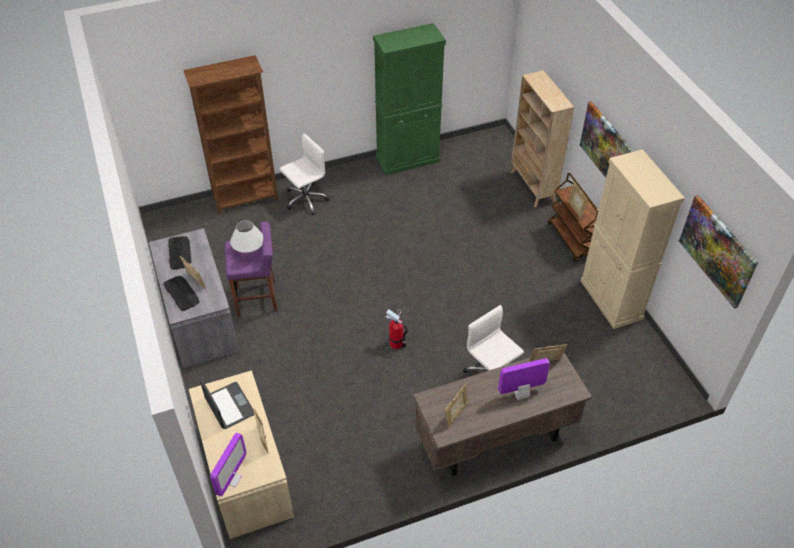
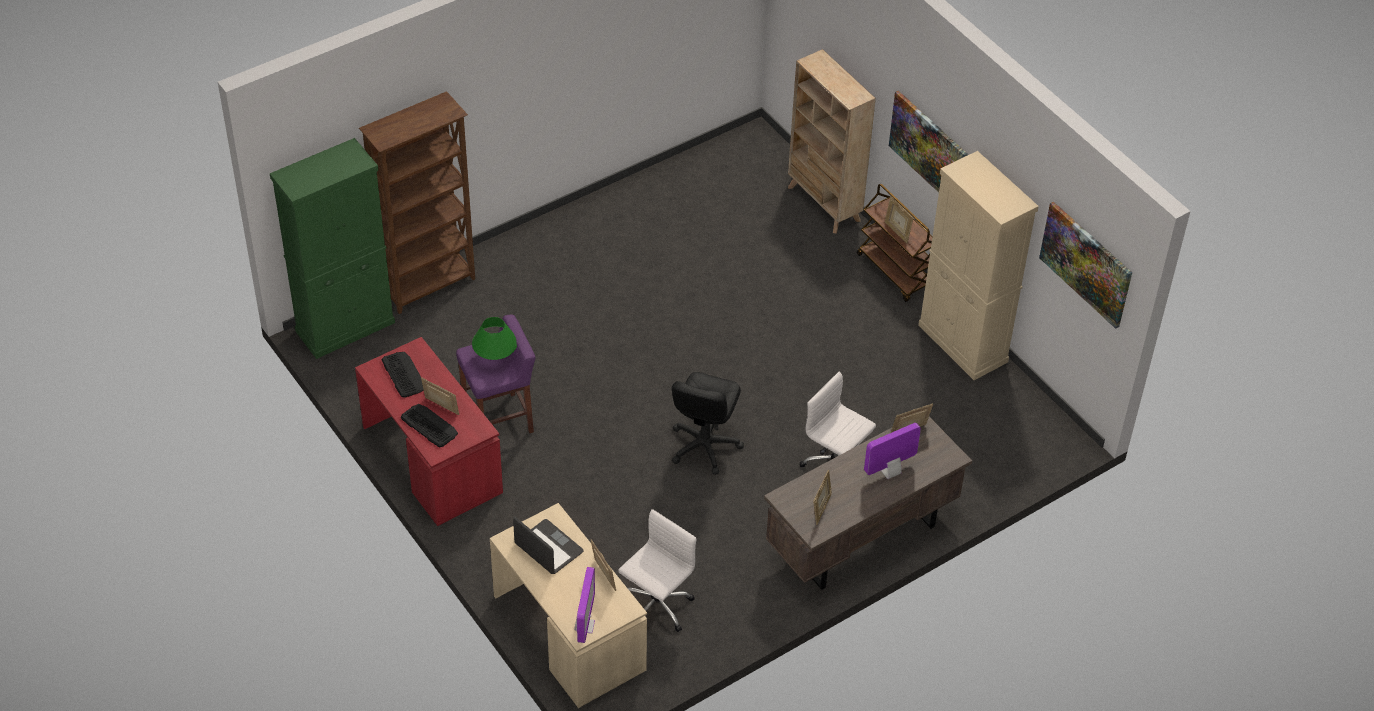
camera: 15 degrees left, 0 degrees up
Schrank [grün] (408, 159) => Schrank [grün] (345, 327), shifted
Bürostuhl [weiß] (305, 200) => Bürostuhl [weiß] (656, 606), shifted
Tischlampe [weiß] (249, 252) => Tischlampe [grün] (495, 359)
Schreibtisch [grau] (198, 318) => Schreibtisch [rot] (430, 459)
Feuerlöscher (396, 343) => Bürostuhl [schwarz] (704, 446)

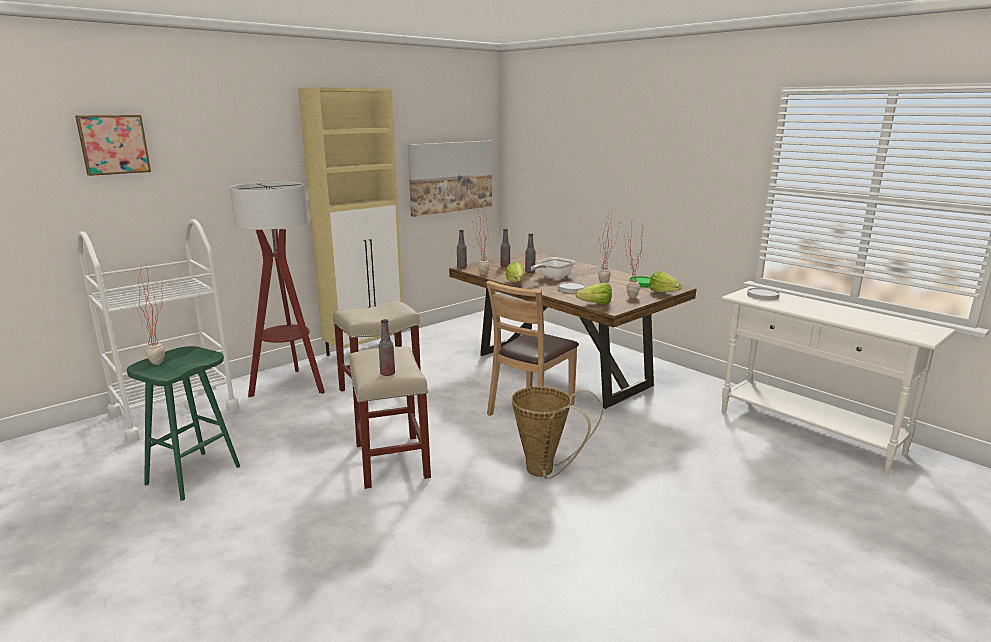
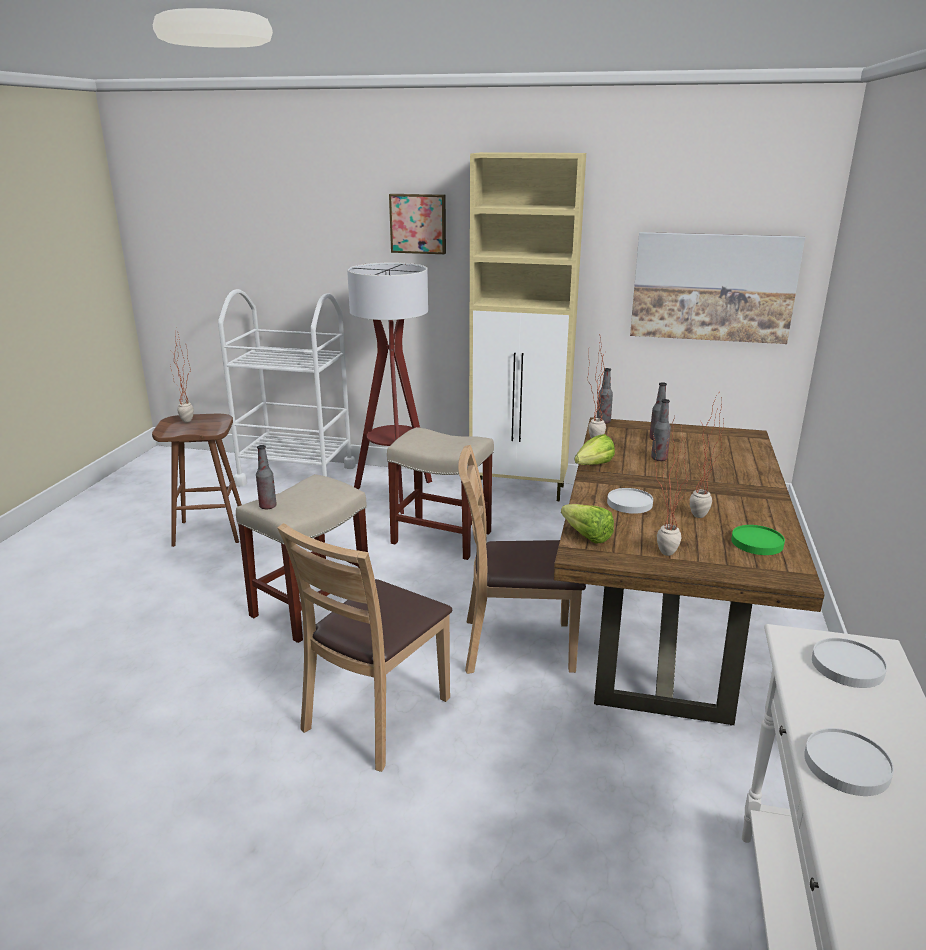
camera: 55 degrees right, 5 degrees up
Bild (113, 144) => Bild (418, 223), shifted
Pfanne (552, 277) => nothing
Salatkopf (665, 293) => nothing
Hocker [grün] (194, 474) => Hocker [braun] (211, 531)
Korb (546, 472) => Stuhl [braun] (377, 716)
nothing => Teller [weiß] (847, 765)

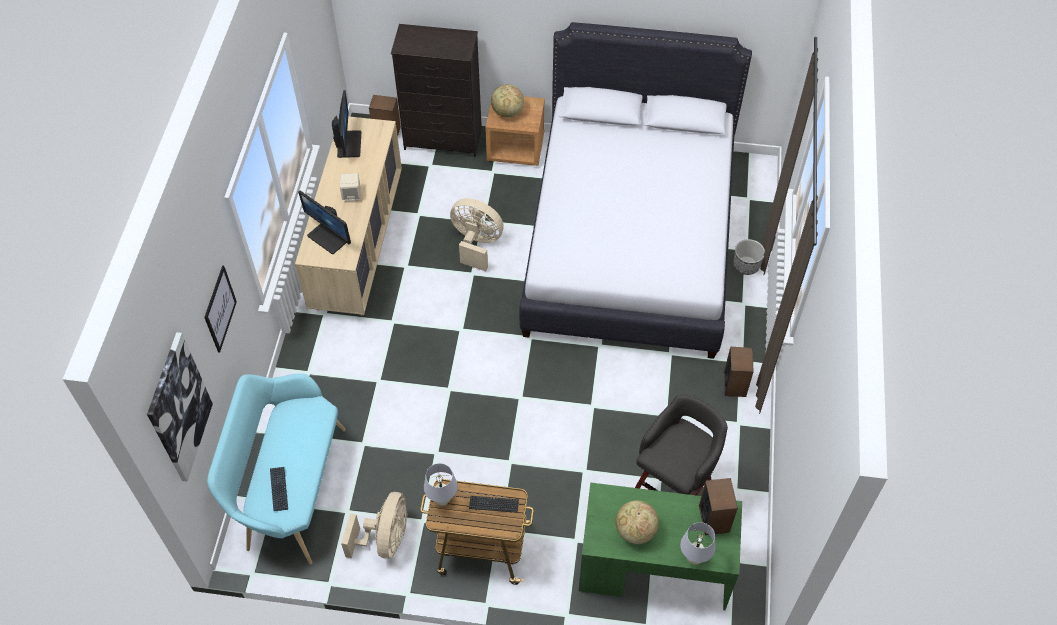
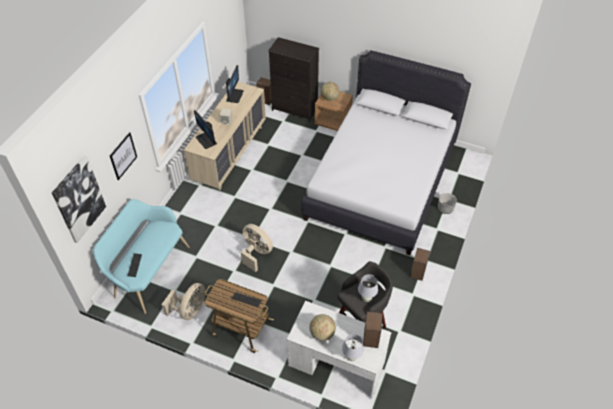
camera: 15 degrees right, 5 degrees down
Ventilator [beige] (476, 244) => Ventilator [beige] (256, 253), shifted
Tischlampe [weiß] (442, 500) => Tischlampe [weiß] (366, 298), shifted
Schreibtisch [grün] (653, 568) => Schreibtisch [weiß] (336, 364)

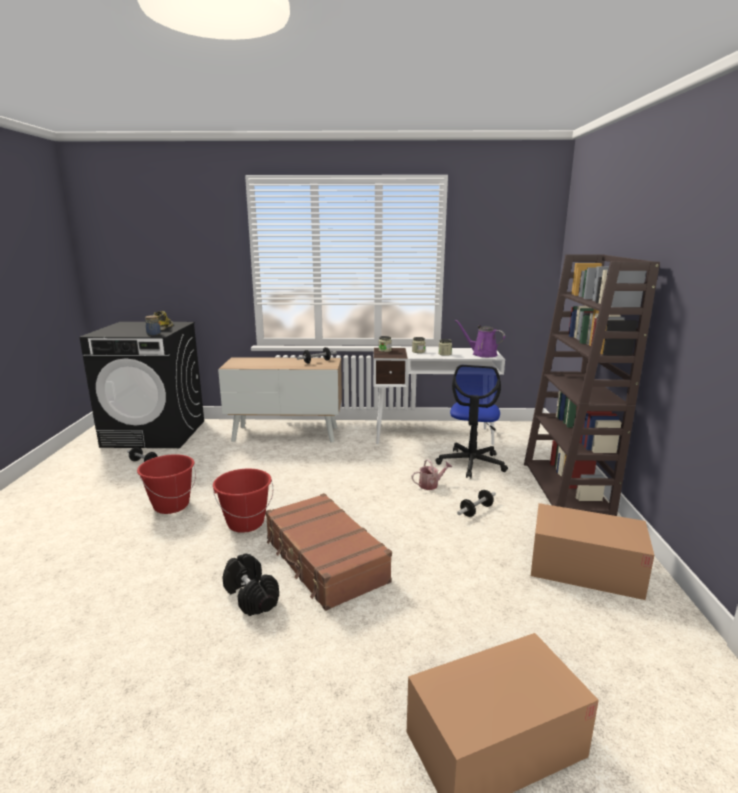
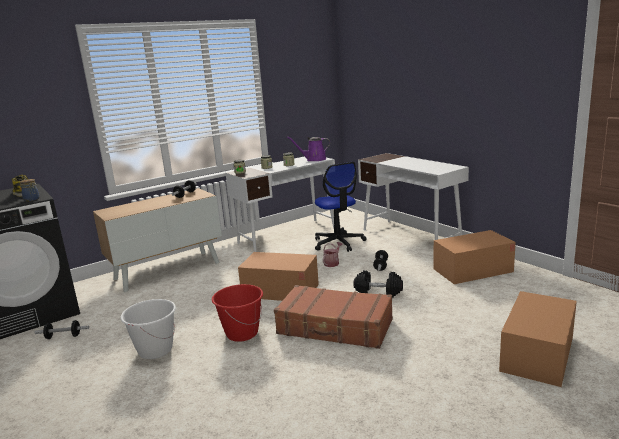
camera: 35 degrees left, 0 degrees up
Bücherregal [braun] (567, 488) => Schreibtisch [weiß] (410, 237)
Eimer [rot] (171, 505) => Eimer [weiß] (155, 350)
Hantel [schwarz] (251, 596) => Hantel [schwarz] (378, 292), shifted
nothing => Karton (280, 290)

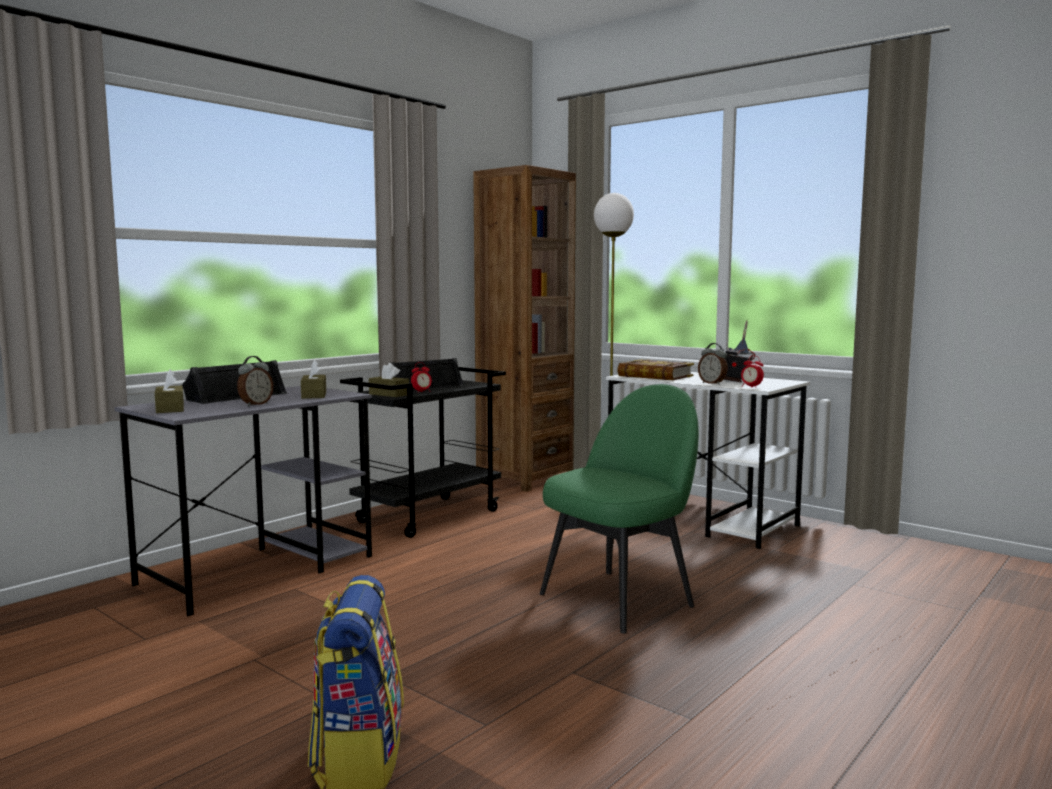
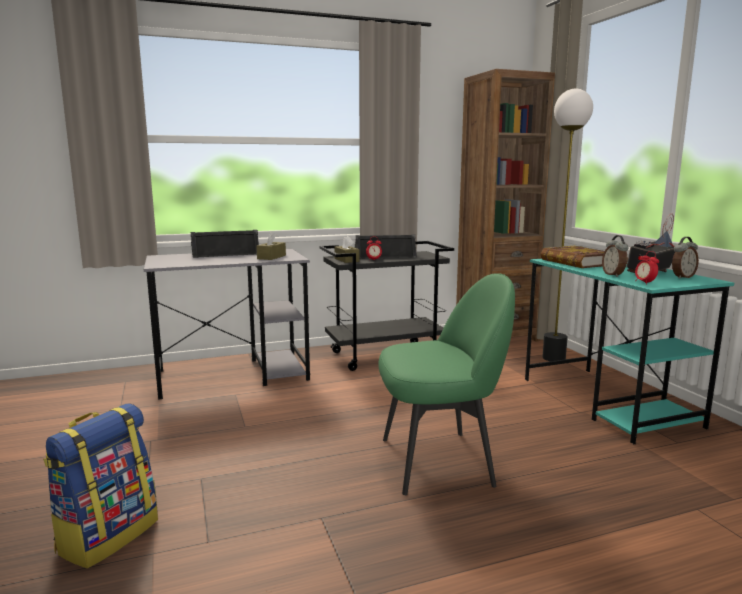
camera: 30 degrees right, 5 degrees up
Wecker (255, 404) => Wecker (682, 277), shifted
Taschentuchbox [braun] (170, 409) => nothing
Schreibtisch [weiß] (702, 520) => Schreibtisch [türkis] (608, 402)

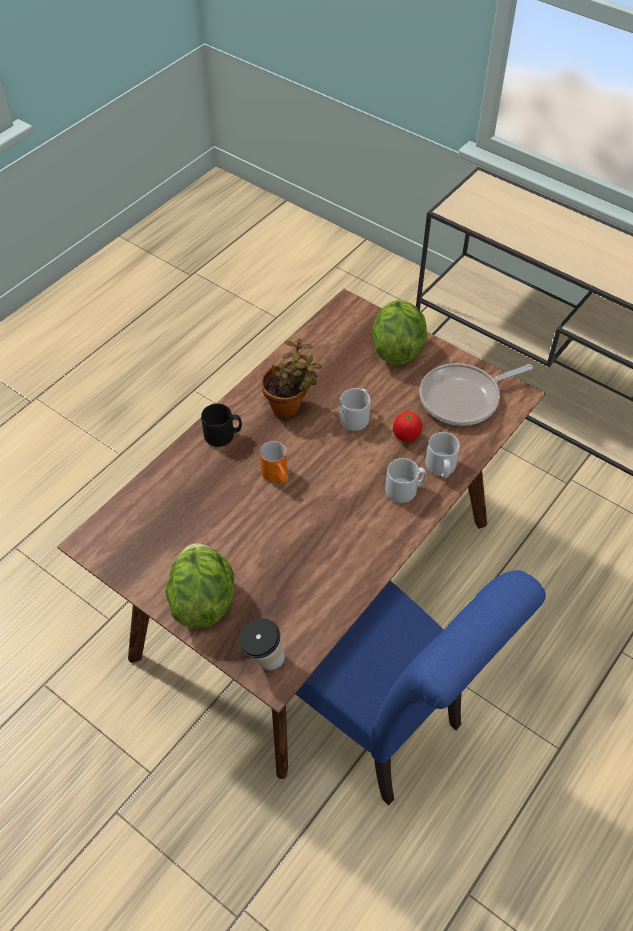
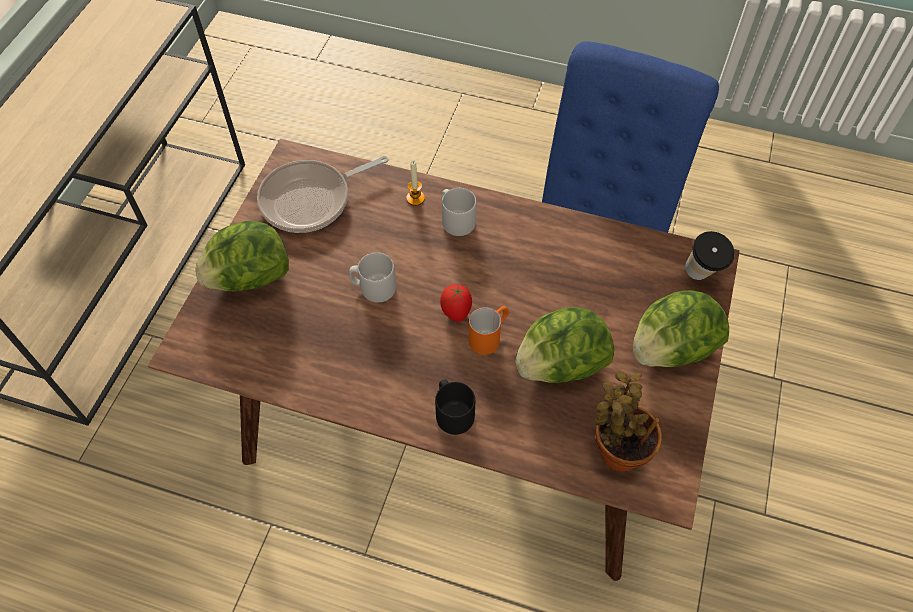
camera: 110 degrees left, 5 degrees up
Topfpflanze (289, 406) => Topfpflanze (617, 449), shifted
Pfanne (464, 398) => Pfanne (311, 200), 105 degrees clockwise
Tomate (406, 436) => Tomate (456, 312), shifted
Henkelbecher [grau] (441, 468) => Kerze (415, 198)
nothing => Salatkopf (560, 365)

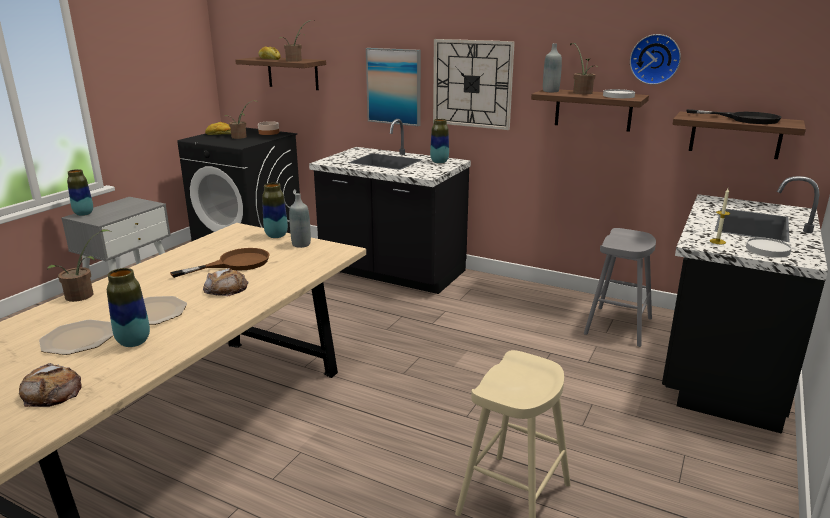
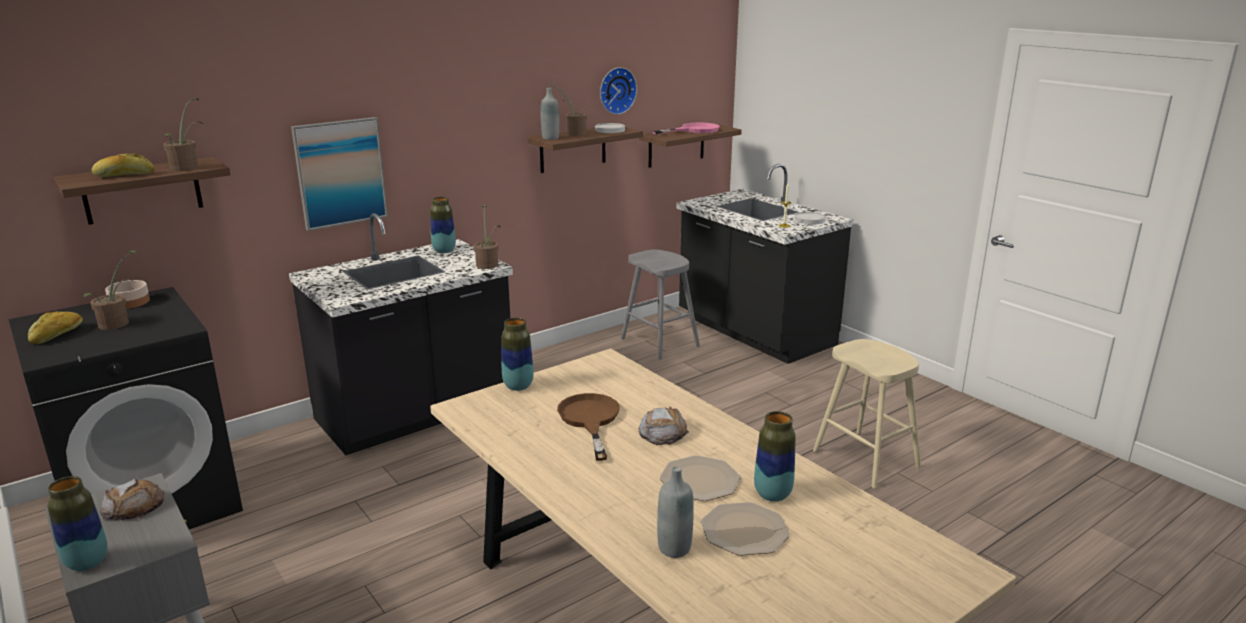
camera: 65 degrees left, 0 degrees up
Wanduhr (472, 84) => nothing
Pfanne [schwarz] (745, 119) => Pfanne [rosa] (694, 130)
Flasche [grau] (301, 244) => Flasche [grau] (674, 548), shifted
Topfpflanze (84, 295) => Topfpflanze (488, 264), shifted
Brot (52, 392) => Brot (134, 506), shifted

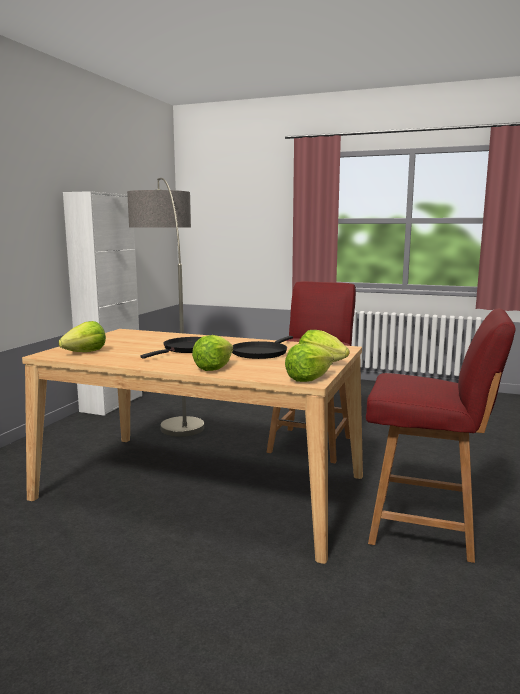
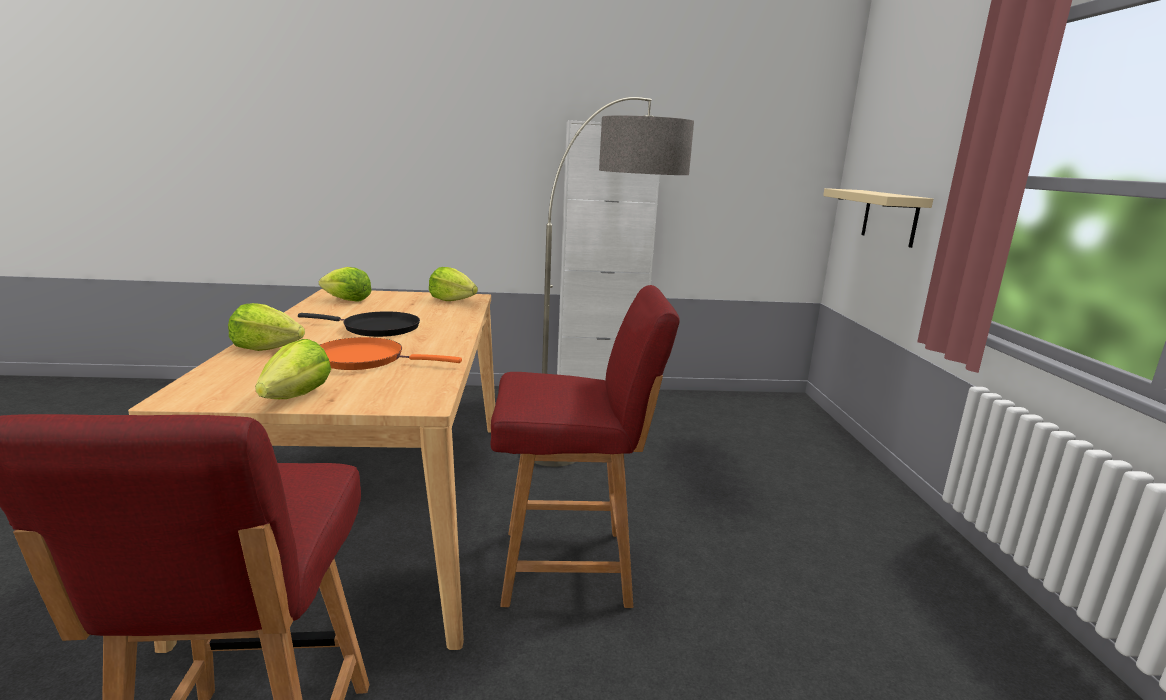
camera: 65 degrees right, 5 degrees up
Pfanne [schwarz] (261, 353) => Pfanne [orange] (365, 359)
Salatkopf (308, 379) => Salatkopf (452, 300), shifted
nothing => Wandregal [beige] (890, 217)

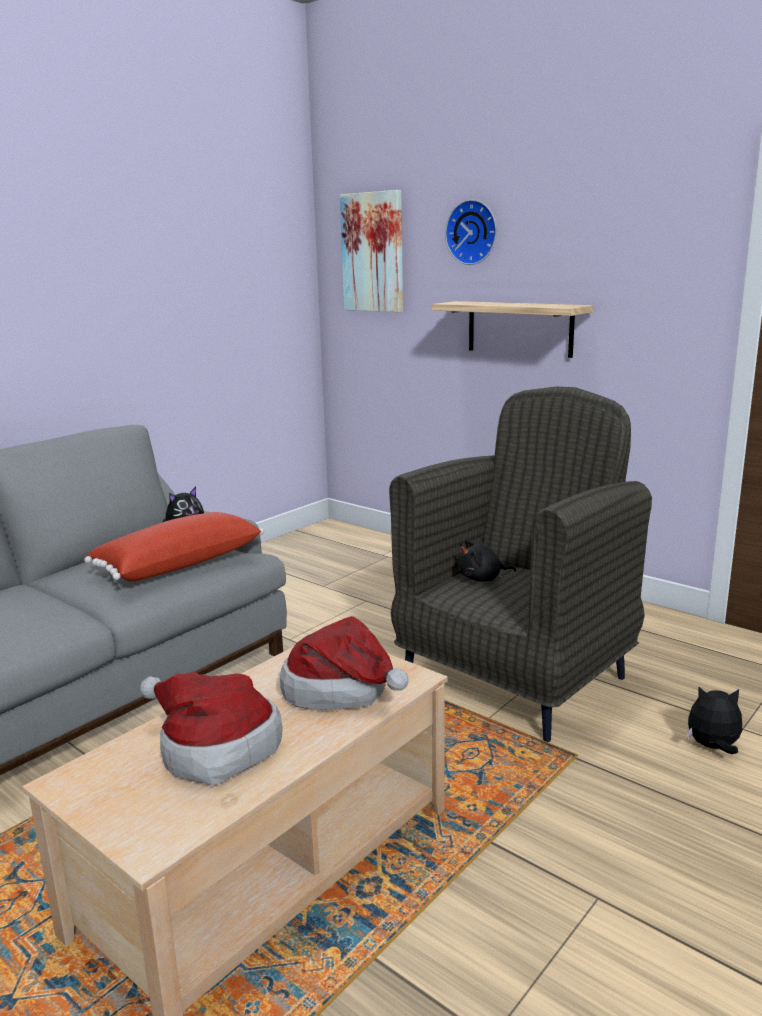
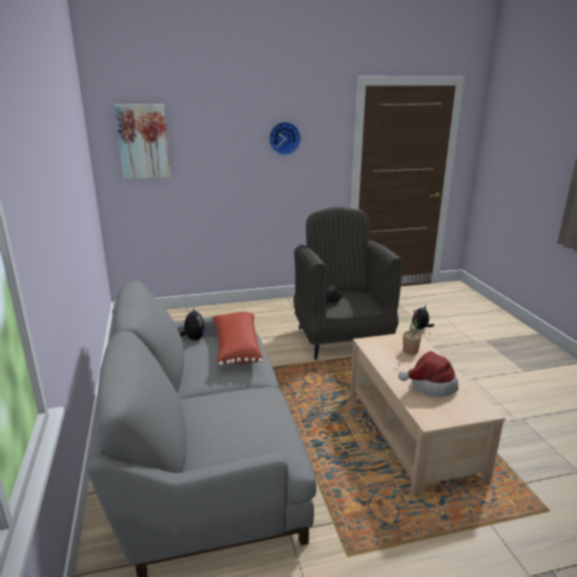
camera: 55 degrees left, 5 degrees up
Wanduhr (473, 232) => Wanduhr (284, 138), shifted
Wandregal (519, 328) => nothing
Hut (343, 692) => Topfpflanze (410, 351)

